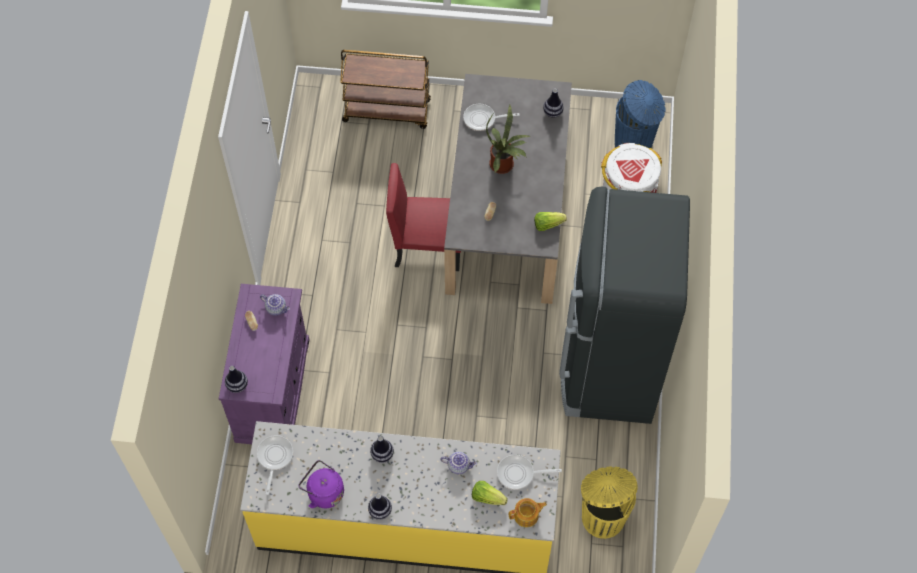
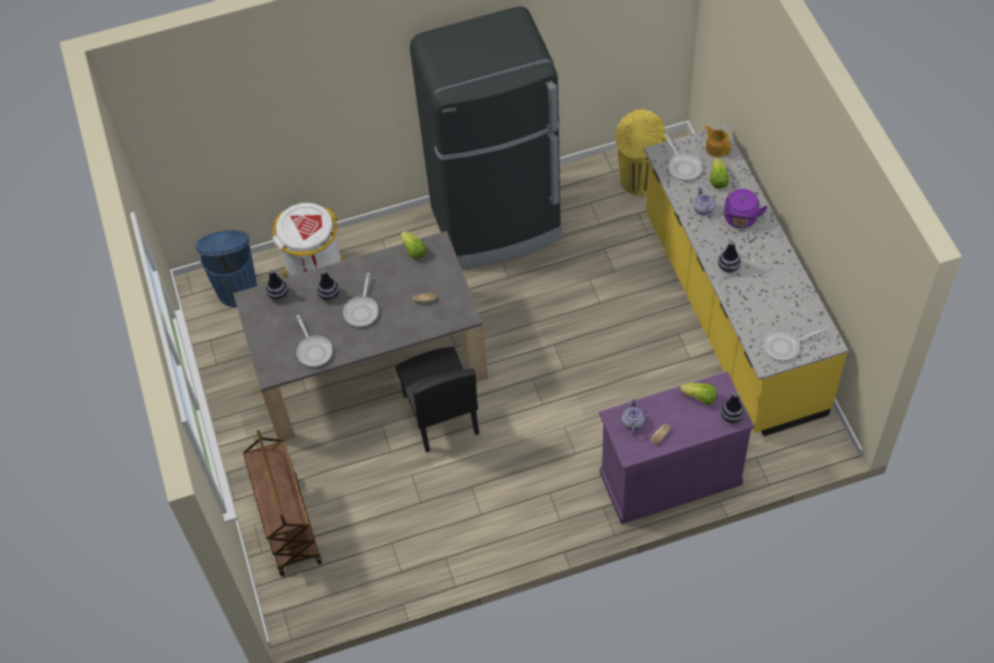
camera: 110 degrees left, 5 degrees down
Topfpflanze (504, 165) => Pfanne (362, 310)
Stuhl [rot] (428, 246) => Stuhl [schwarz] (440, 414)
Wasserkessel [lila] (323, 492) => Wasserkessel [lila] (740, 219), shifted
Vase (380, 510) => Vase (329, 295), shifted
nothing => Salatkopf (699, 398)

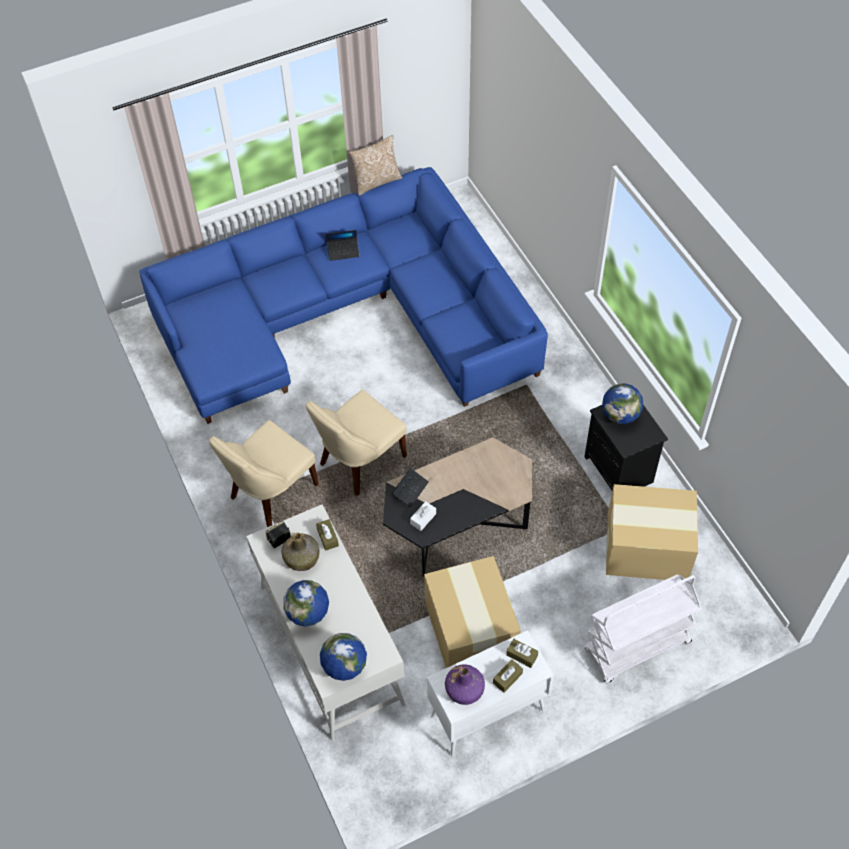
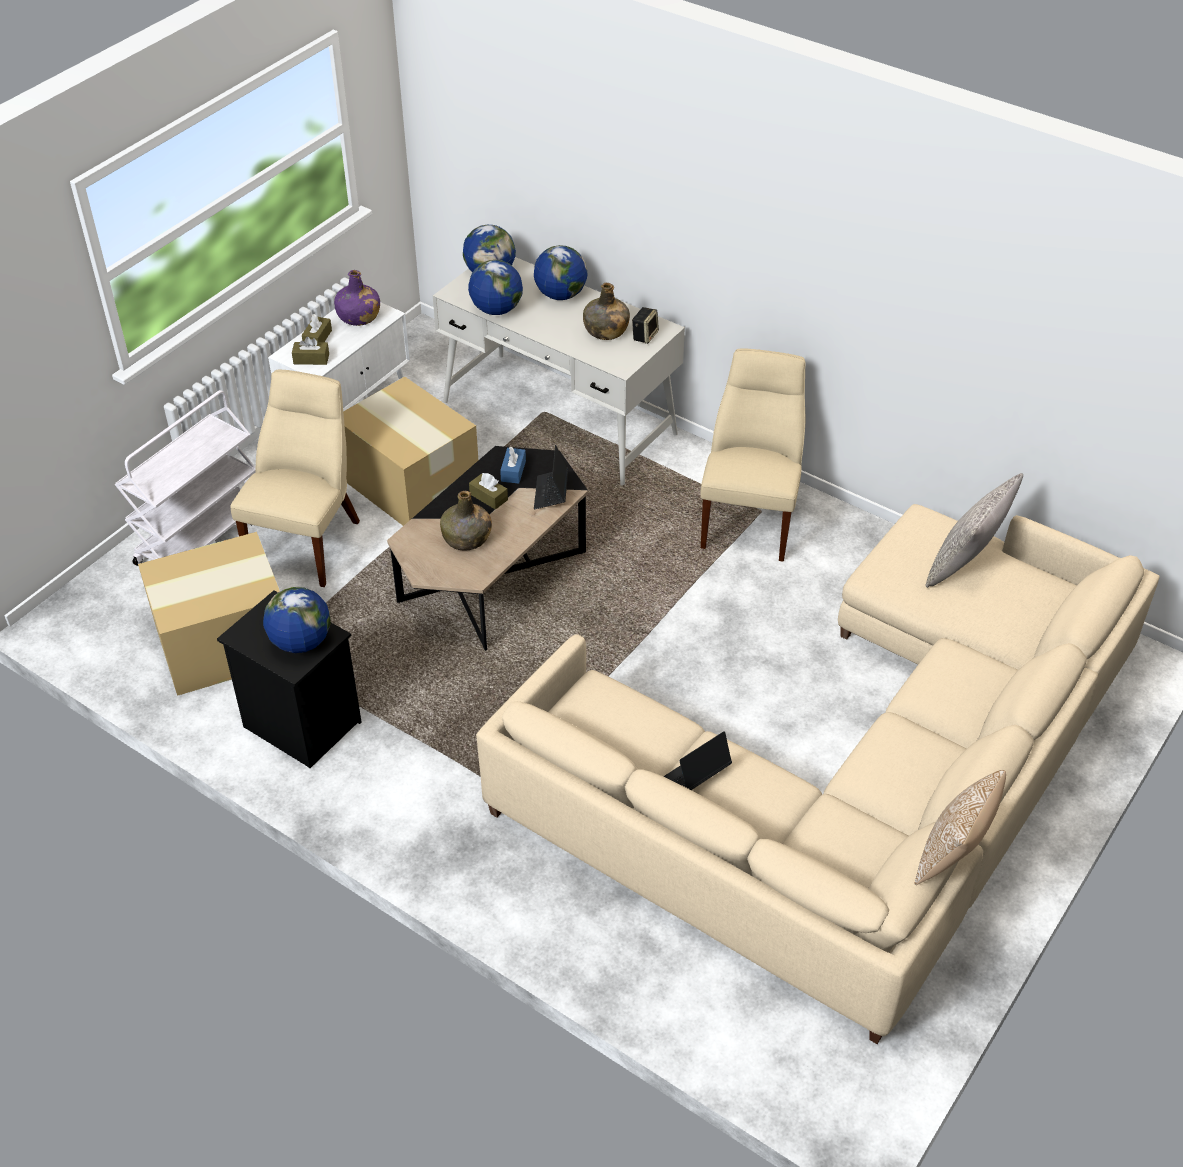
camera: 150 degrees right, 10 degrees down
Sofa [blau] (348, 316) => Sofa [beige] (854, 781)
Laptop (343, 251) => Laptop (697, 774), shifted
Stuhl [beige] (359, 462) => Stuhl [beige] (308, 541), shifted
Taschentuchbox [weiß] (423, 518) => Taschentuchbox [blau] (513, 471)
Taschentuchbox [braun] (327, 537) => Taschentuchbox [braun] (488, 497), shifted
nothing => Globus (496, 310)
nothing => Kissen [grau] (965, 564)
nothing => Flasche [grün] (467, 538)

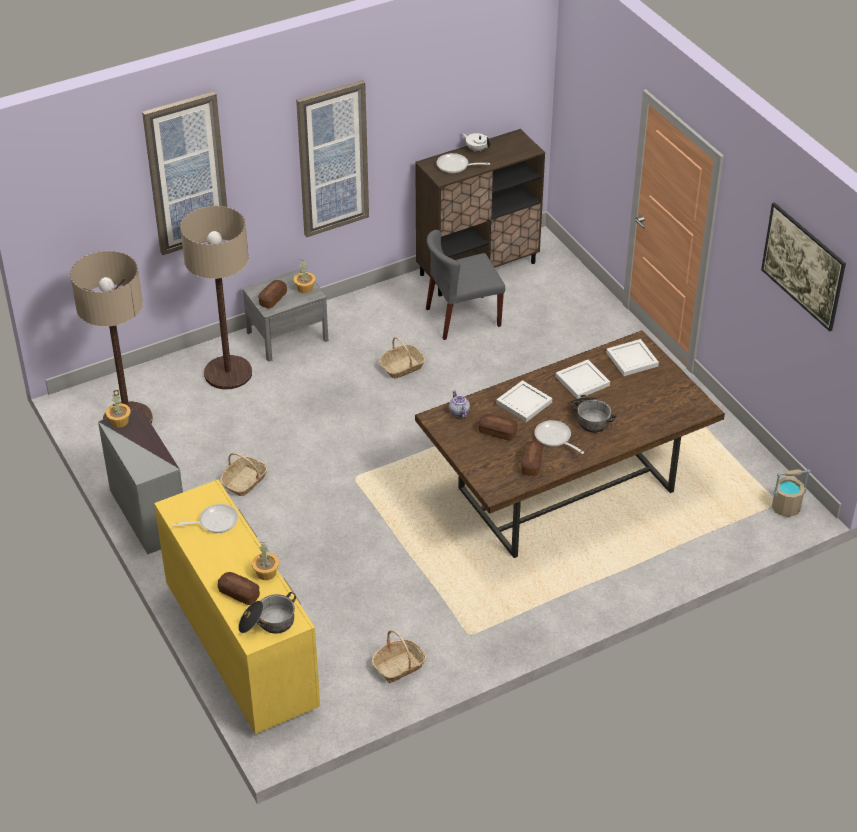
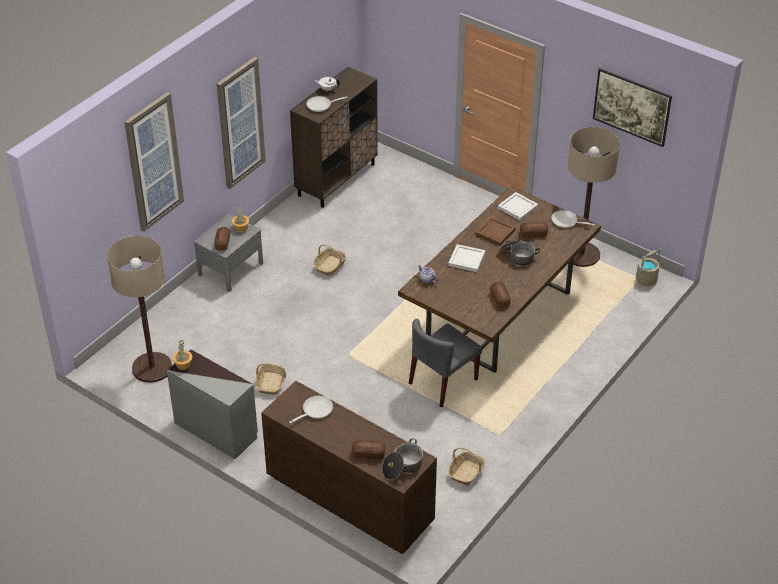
camera: 25 degrees left, 0 degrees up
Stehlampe (228, 373) => Stehlampe (581, 255), shifted
Stuhl [grau] (462, 317) => Stuhl [grau] (443, 382), shifted
Tablett [weiß] (581, 381) => Tablett [braun] (494, 232)
Brot (497, 432) => Brot (533, 234), shifted
Pfanne (555, 438) => Pfanne (566, 222), shifted
Kommode [gelb] (241, 648) => Kommode [braun] (349, 500)
Topfpflanze (266, 573) => nothing

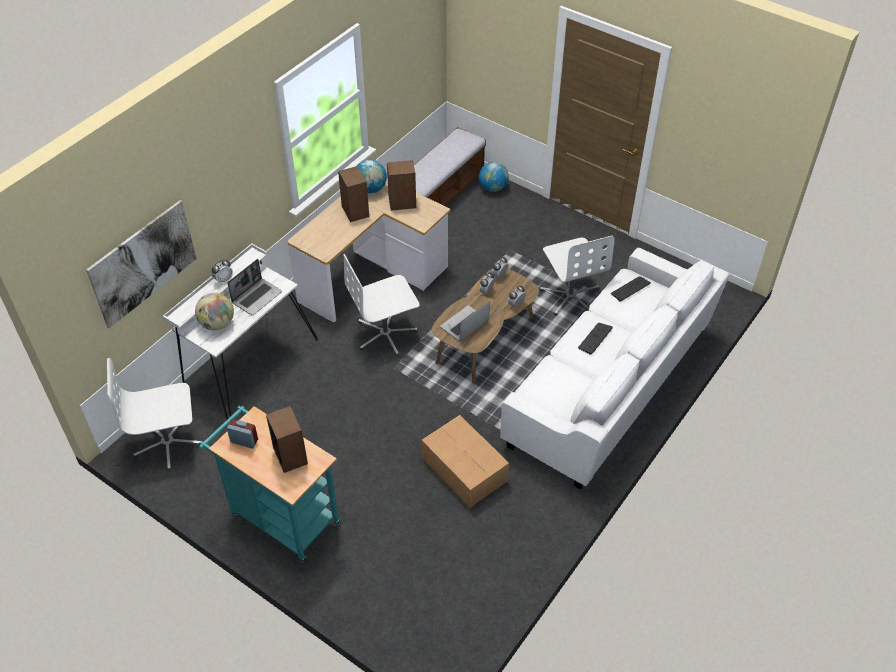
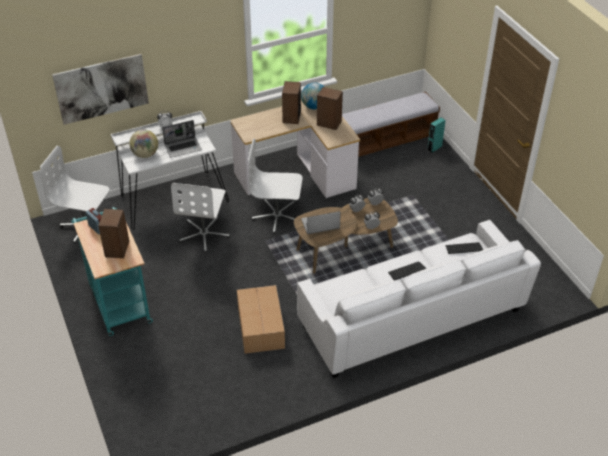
camera: 30 degrees right, 5 degrees down
Globus (493, 188) => Lautsprecher [türkis] (434, 148)
Bürostuhl [weiß] (570, 296) => Bürostuhl [weiß] (204, 234), shifted

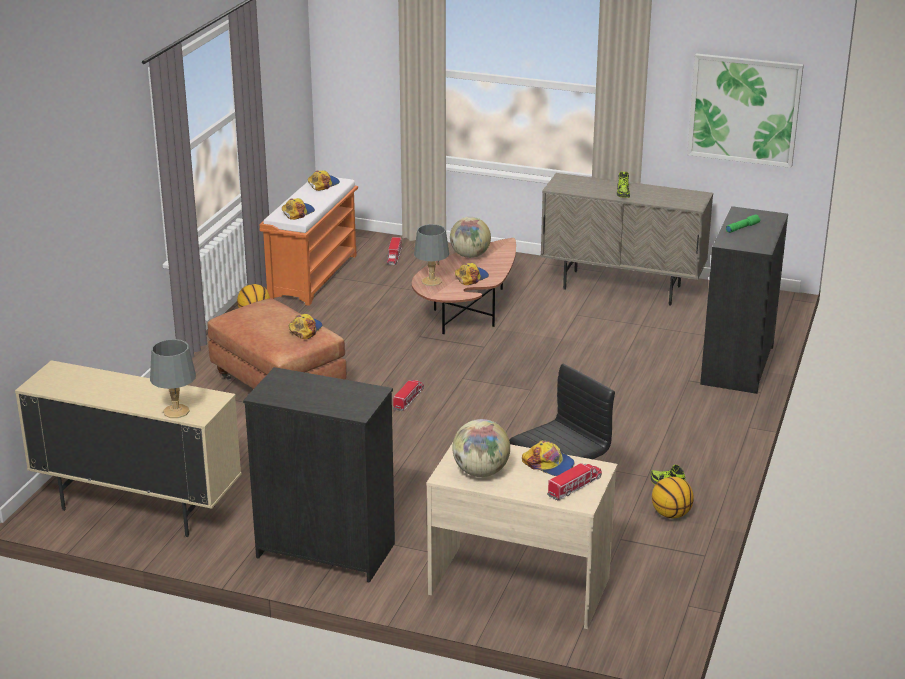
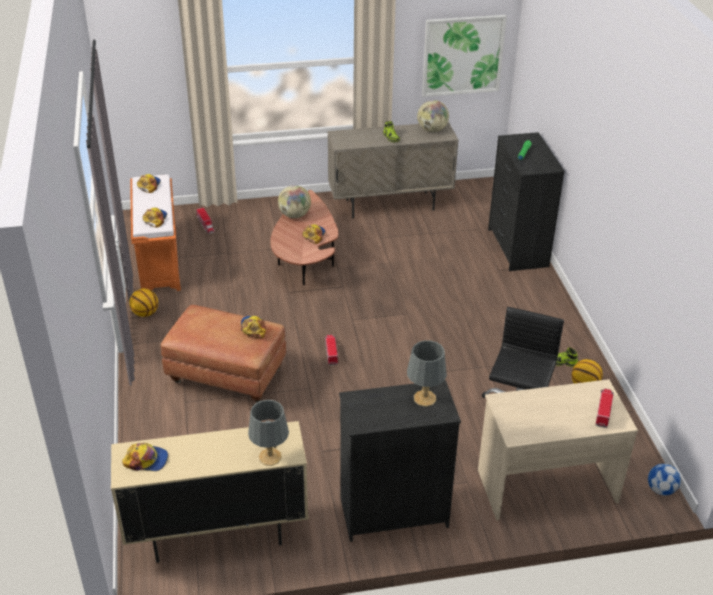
camera: 30 degrees left, 10 degrees up
Tischlampe [grau] (431, 281) => Tischlampe [grau] (424, 398), shifted
Globus (480, 472) => Globus (432, 130), shifted
Kappe (548, 464) => Kappe (146, 460), shifted
nothing => Fußball (661, 489)

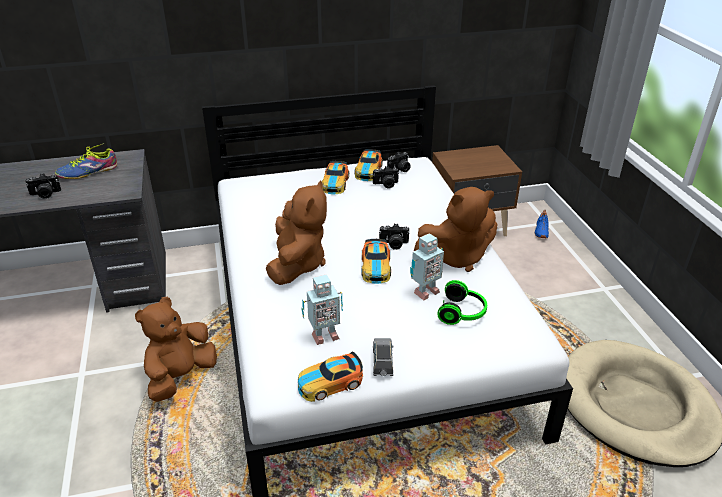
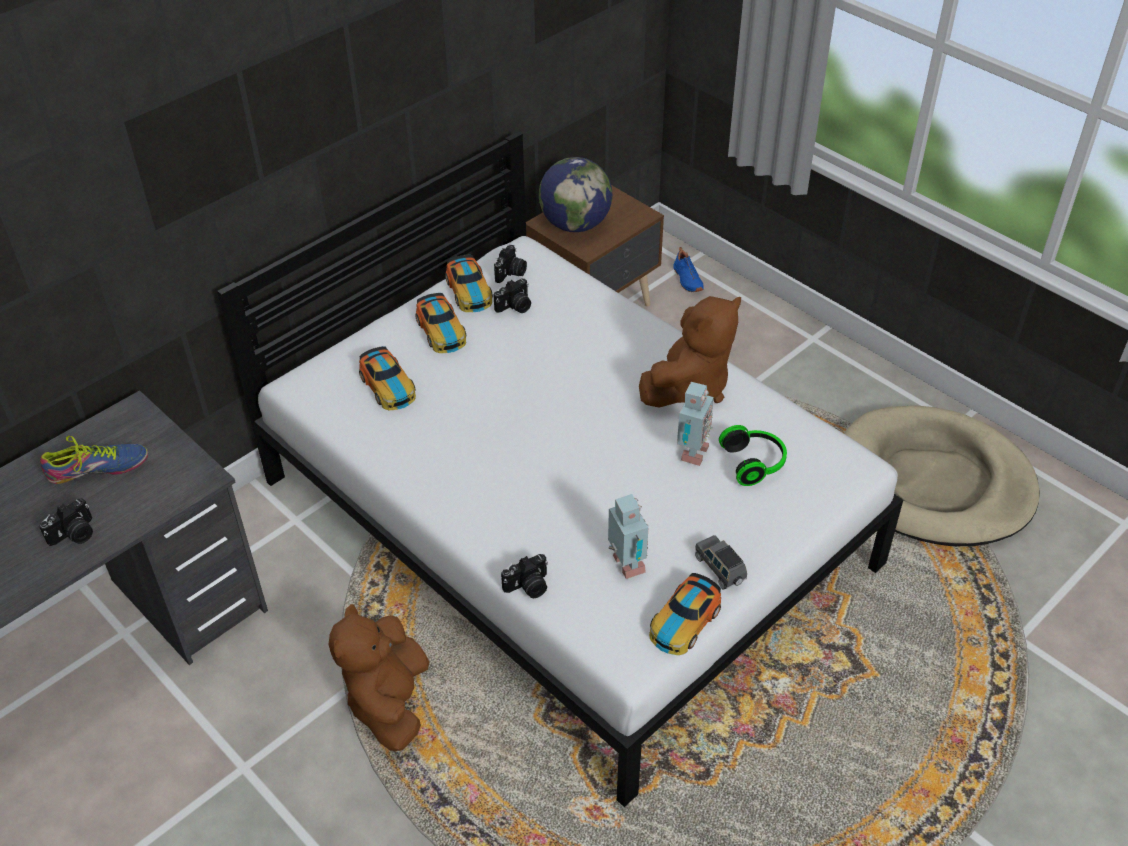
camera: 30 degrees left, 10 degrees up
Schuh (88, 172) => Schuh (98, 468), 135 degrees counterclockwise
Plüschtier [braun] (297, 264) => nothing
Kamera (393, 244) => Kamera (528, 587), shifted
Spielzeugauto (376, 267) => Spielzeugauto (388, 386), shifted
Spielzeugroboter (324, 336) => Spielzeugroboter (626, 566), 60 degrees counterclockwise
nothing => Globus (575, 224)

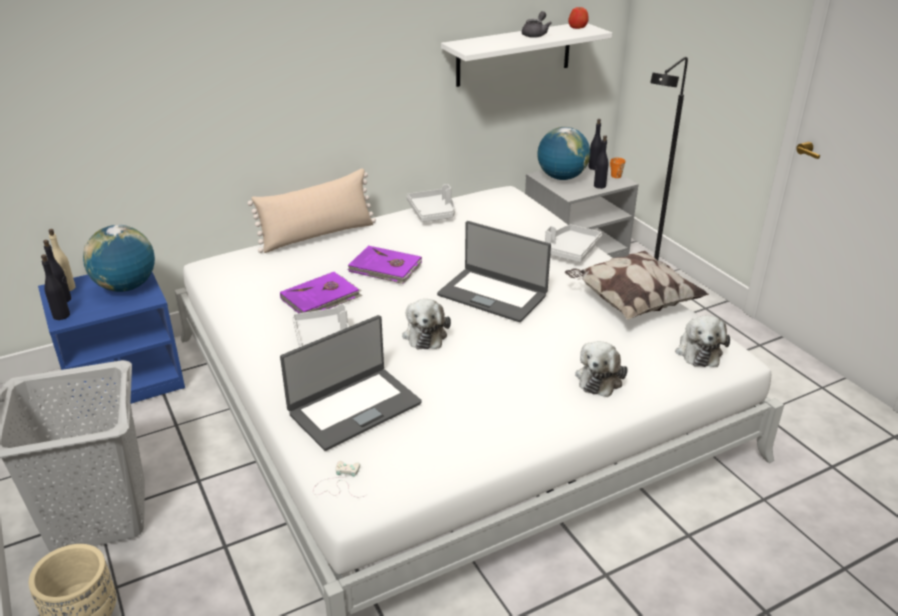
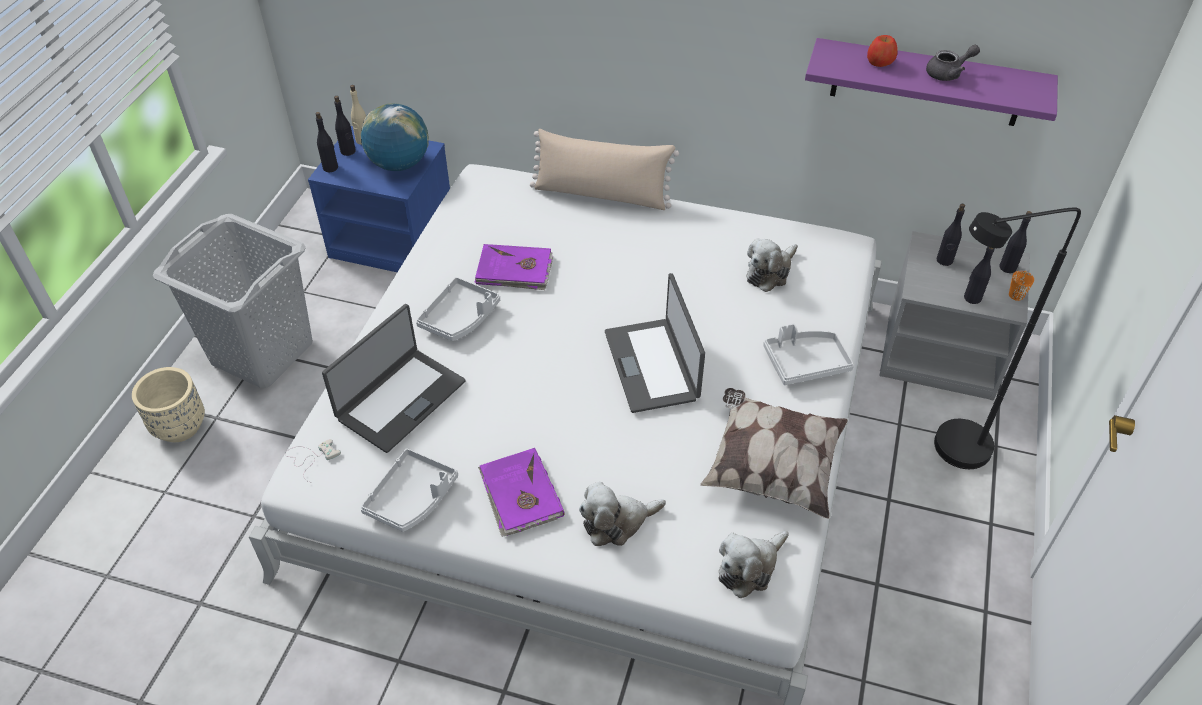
camera: 45 degrees right, 15 degrees up
Apfel (577, 27) => Apfel (880, 62), shifted
Wandregal [weiß] (514, 54) => Wandregal [lila] (927, 83)
Globus (561, 178) => Flasche [schwarz] (944, 260)
Tablett [grau] (433, 212) => Tablett [grau] (412, 498), shifted
Buch [lila] (385, 268) => Buch [lila] (520, 495), shifted
Plüschtier (425, 334) => Plüschtier (770, 272), shifted
Laptop (354, 407) => Laptop (400, 399), 60 degrees counterclockwise

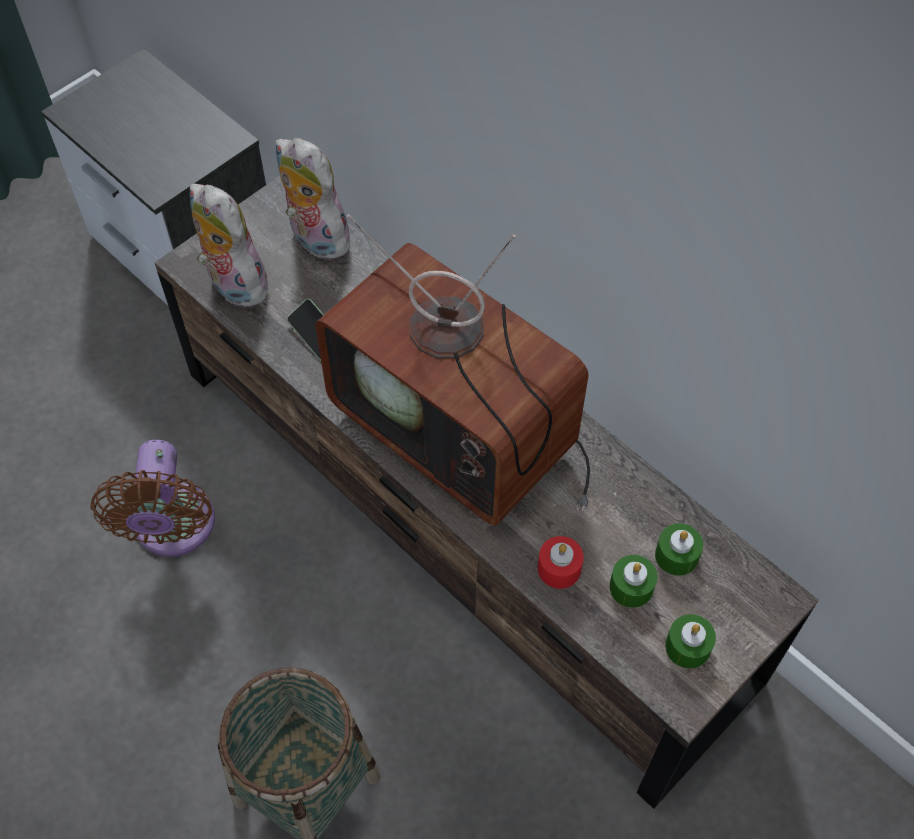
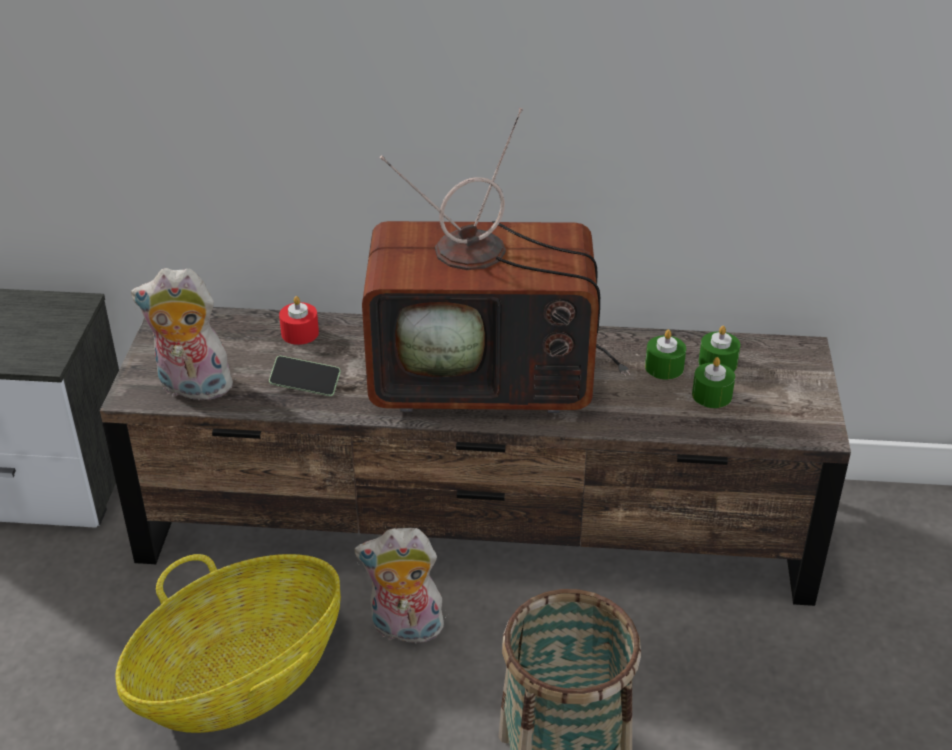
camera: 40 degrees left, 20 degrees down
Plüschtier (315, 239) => Plüschtier (404, 629), shifted
Ventilator [braun] (173, 529) => Korb (240, 677)
Kerze [rot] (559, 568) => Kerze [rot] (300, 333), shifted
Kerze [grün] (687, 647) => Kerze [grün] (664, 367), shifted

